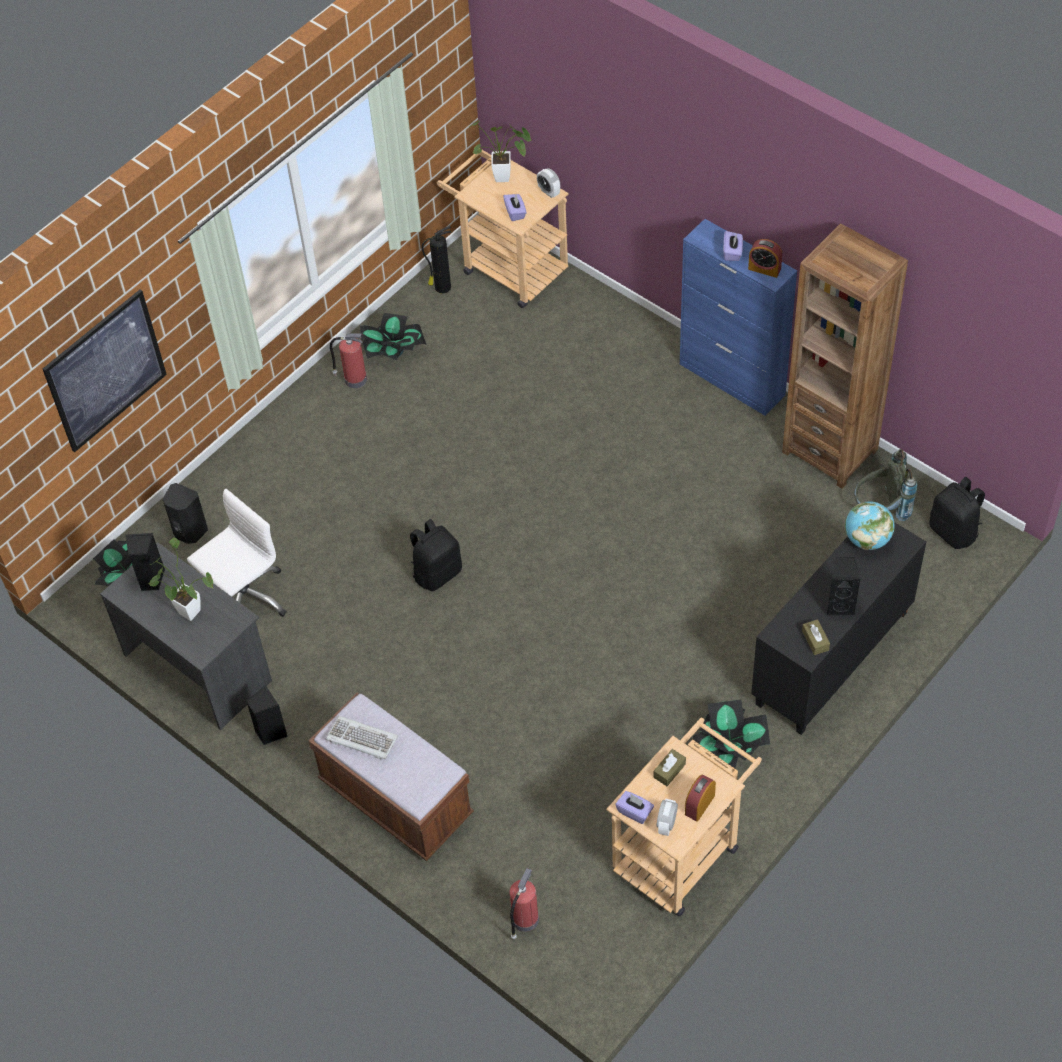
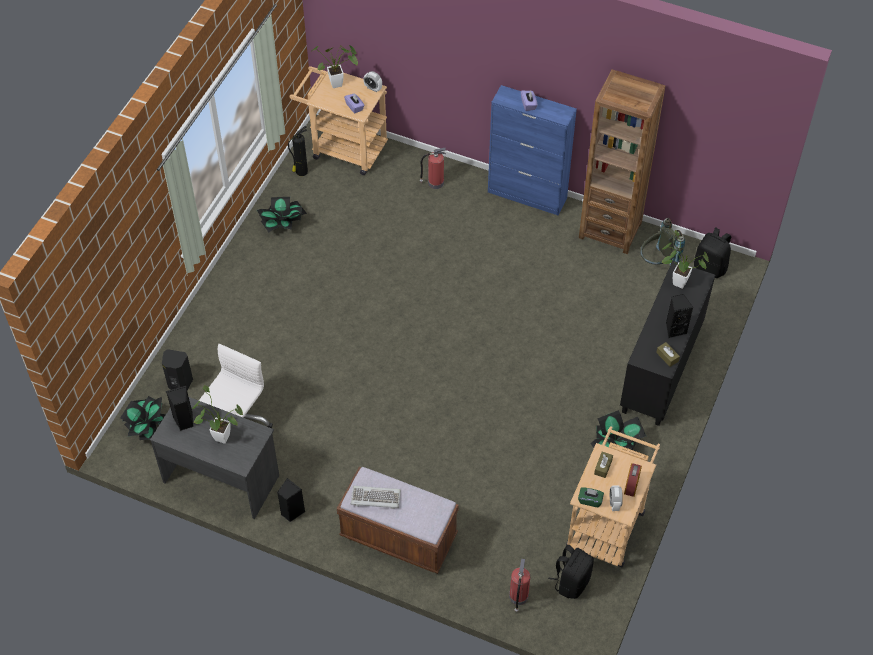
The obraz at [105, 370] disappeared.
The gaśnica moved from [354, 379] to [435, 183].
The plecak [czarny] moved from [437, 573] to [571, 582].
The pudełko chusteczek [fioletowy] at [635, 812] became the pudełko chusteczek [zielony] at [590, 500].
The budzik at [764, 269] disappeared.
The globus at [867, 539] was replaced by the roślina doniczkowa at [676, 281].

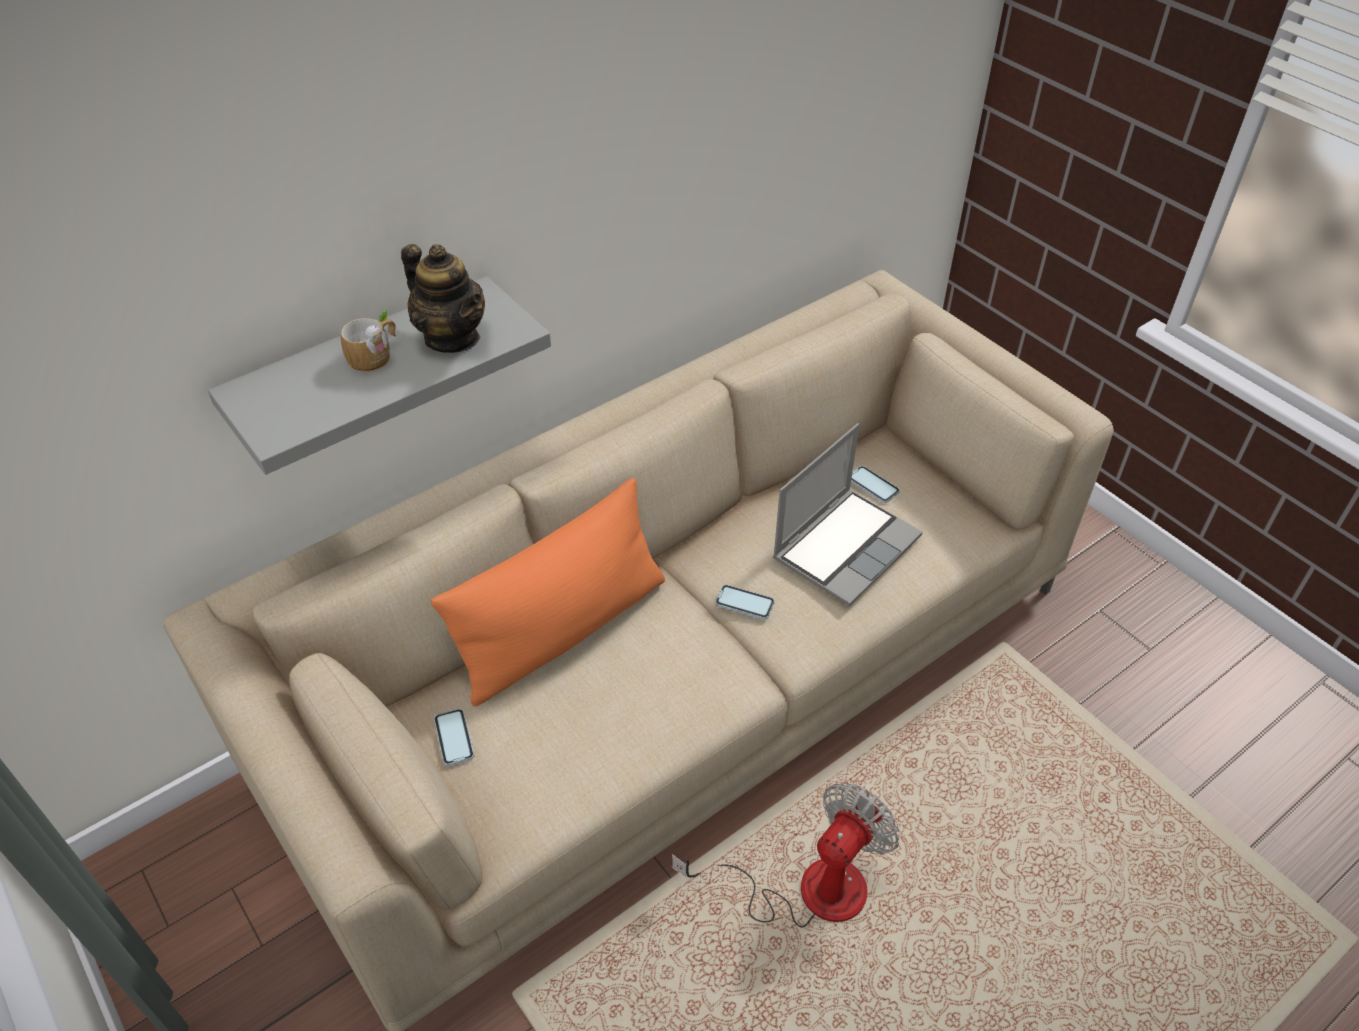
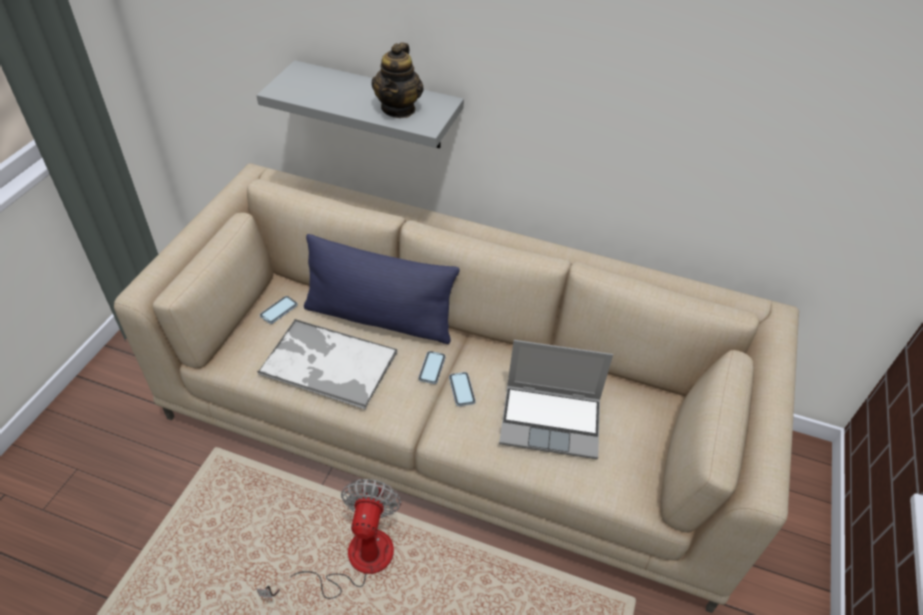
The kubek at [375, 355] disappeared.
The poduszka [pomarańczowy] at [563, 631] became the poduszka [niebieski] at [379, 318].
The wentylator at [807, 890] turned 90 degrees counterclockwise.
The telefon moved from [873, 486] to [432, 368].
The taca at [327, 363] appeared.

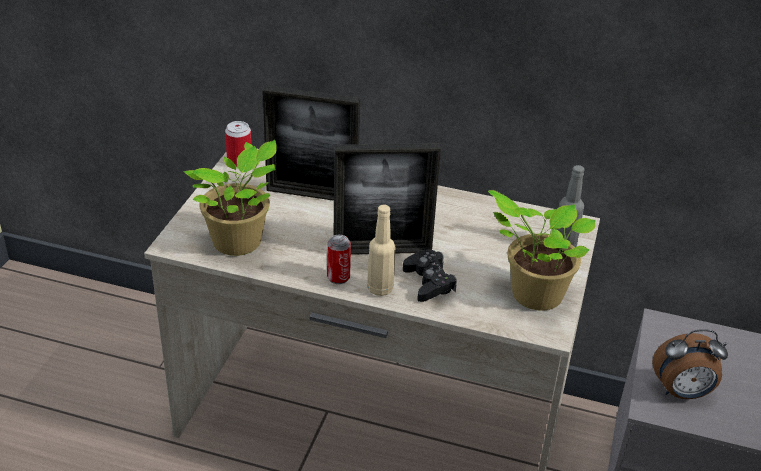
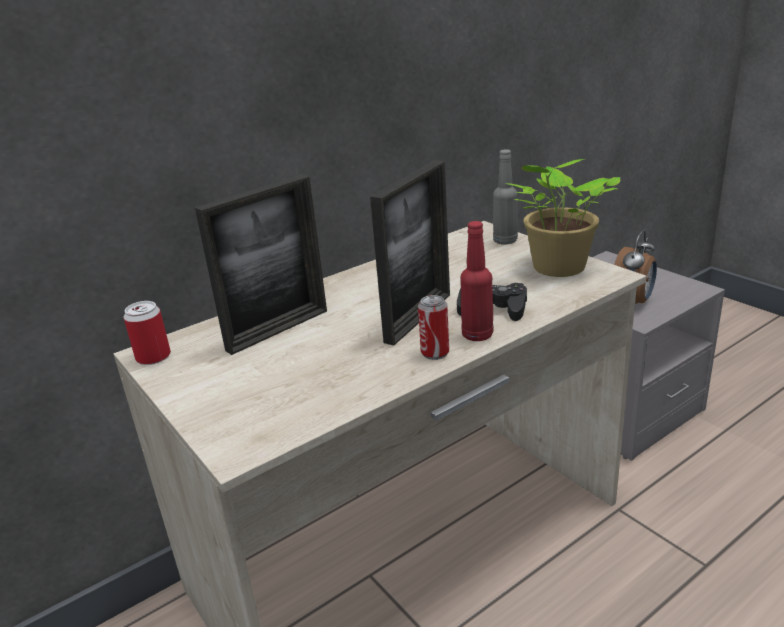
The roślina doniczkowa at [240, 243] disappeared.
The butelka [beżowy] at [380, 289] became the butelka [czerwony] at [477, 335].

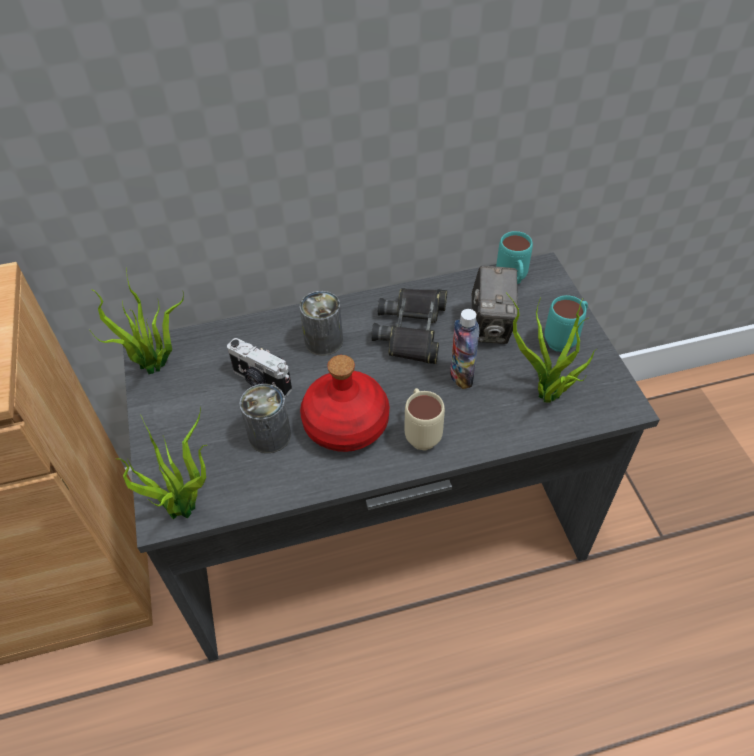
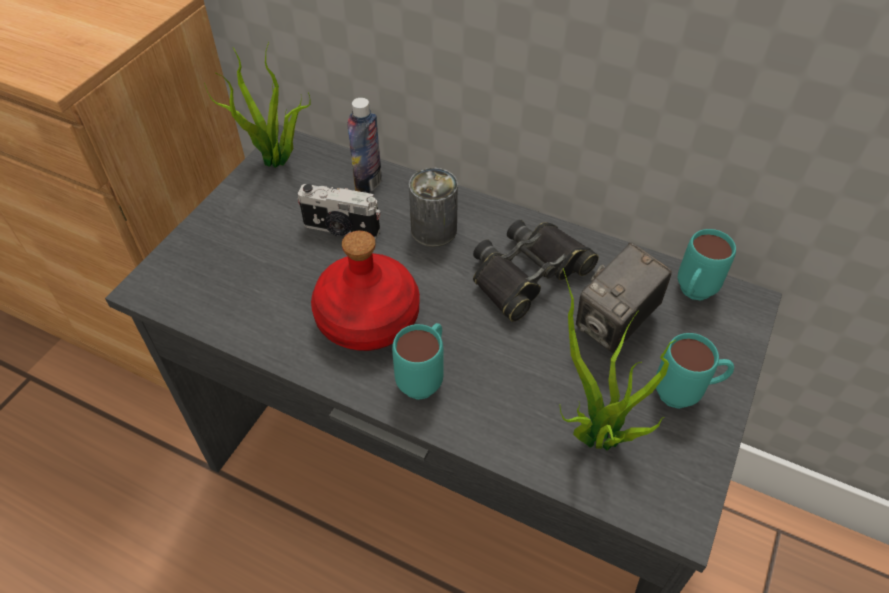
The roślina doniczkowa at [186, 507] disappeared.
The aparat fotograficzny at [261, 381] turned 60 degrees counterclockwise.
The puszka at [270, 435] disappeared.
The kubek [beżowy] at [421, 433] became the kubek [turkusowy] at [424, 378].
The butelka moved from [461, 376] to [368, 182].

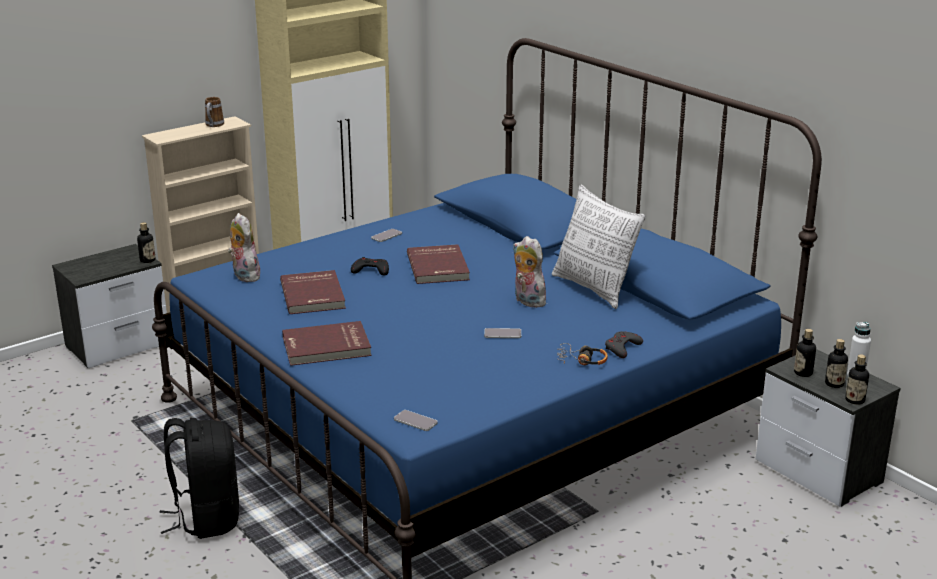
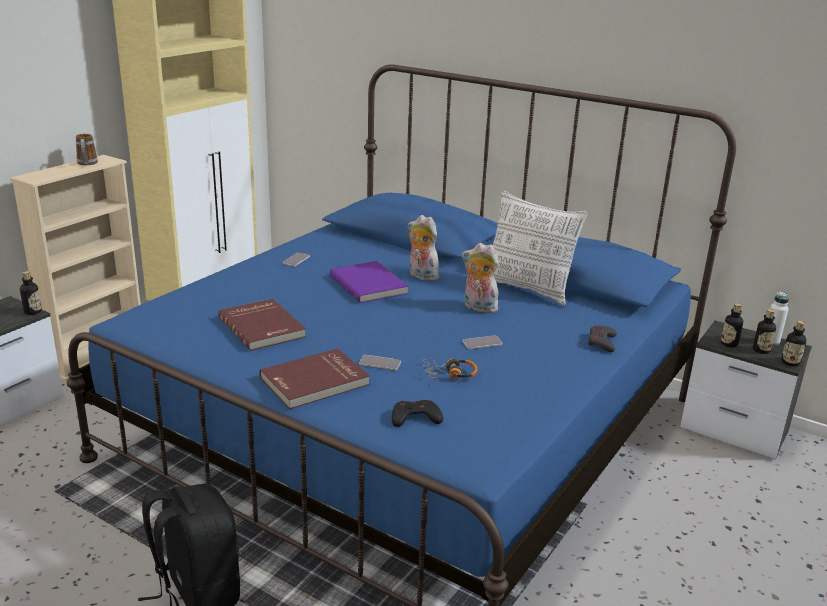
The pluszak moved from [244, 276] to [421, 276].
The pad do gier [czarny] moved from [371, 270] to [415, 418].
The telefon moved from [415, 421] to [380, 363].
The książka [czerwony] at [439, 267] became the książka [fioletowy] at [369, 284].
The słuchawki moved from [581, 360] to [450, 375].

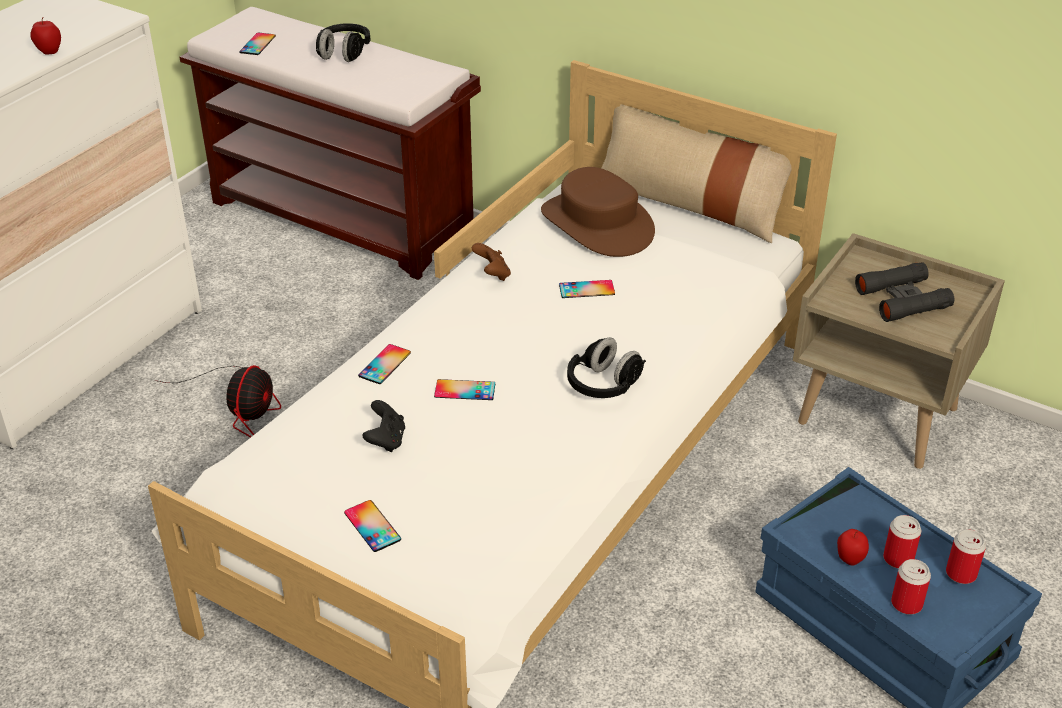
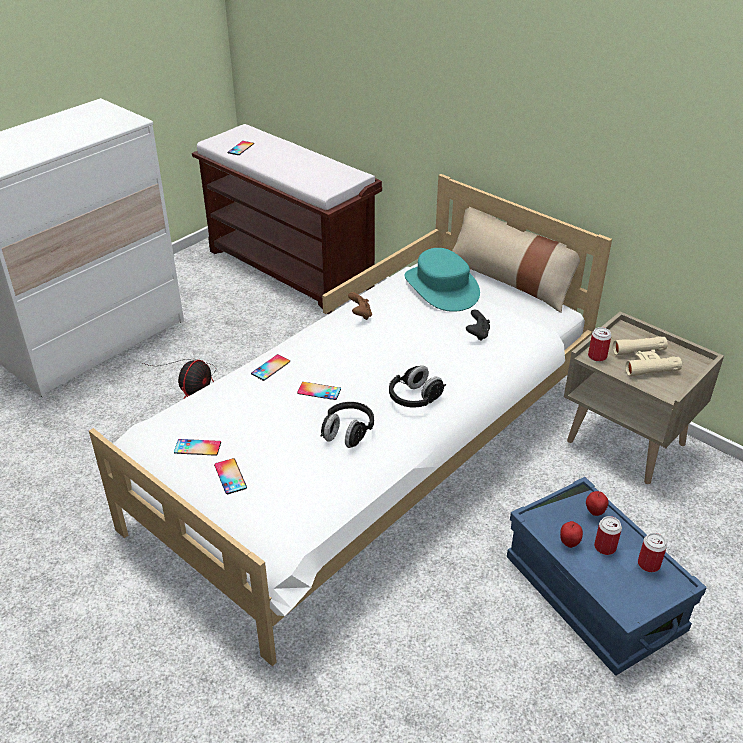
The jabłko moved from [49, 52] to [594, 512].
The słuchawki [czarny] moved from [343, 53] to [347, 433].
The pad do gier [czarny] moved from [386, 440] to [477, 334].
The kapelusz [brązowy] at [597, 224] became the kapelusz [turkusowy] at [442, 287].
The telefon moved from [586, 289] to [197, 447].
The lornetka [czarny] at [902, 299] became the lornetka [beżowy] at [645, 361].
The puszka moved from [906, 604] to [597, 356].

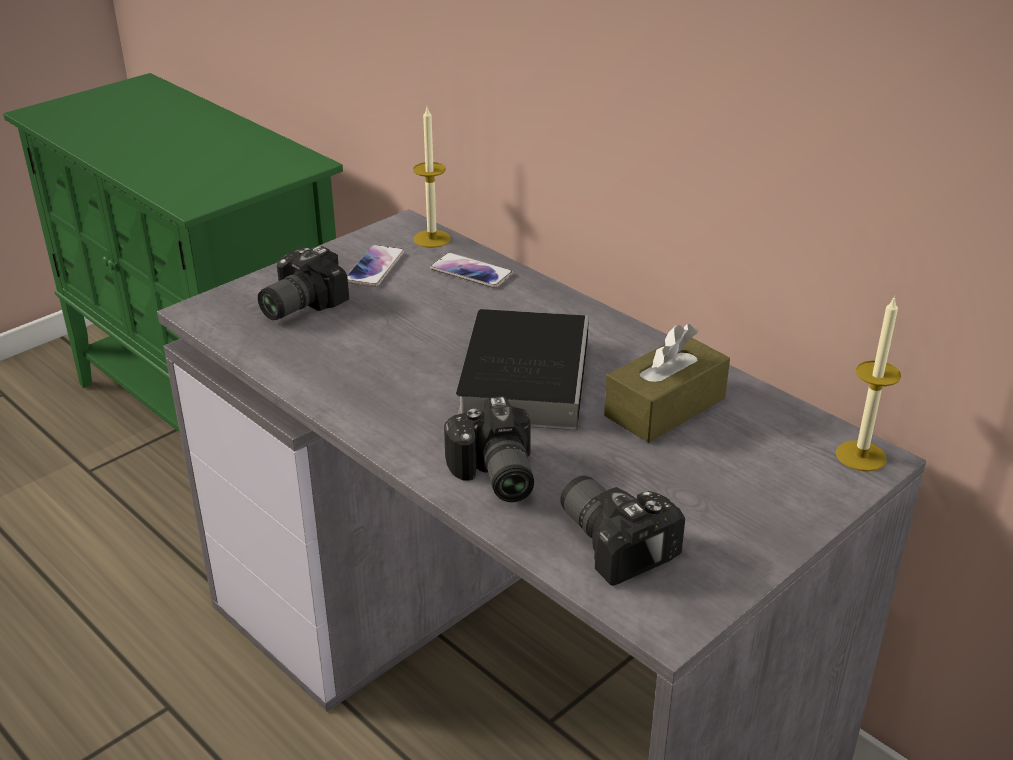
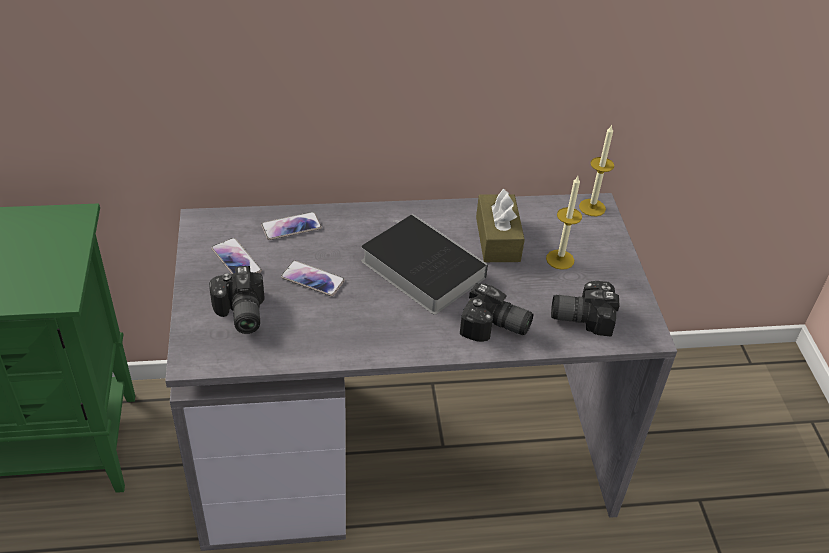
The świeca moved from [432, 239] to [560, 259].
The telefon at [312, 279] appeared.

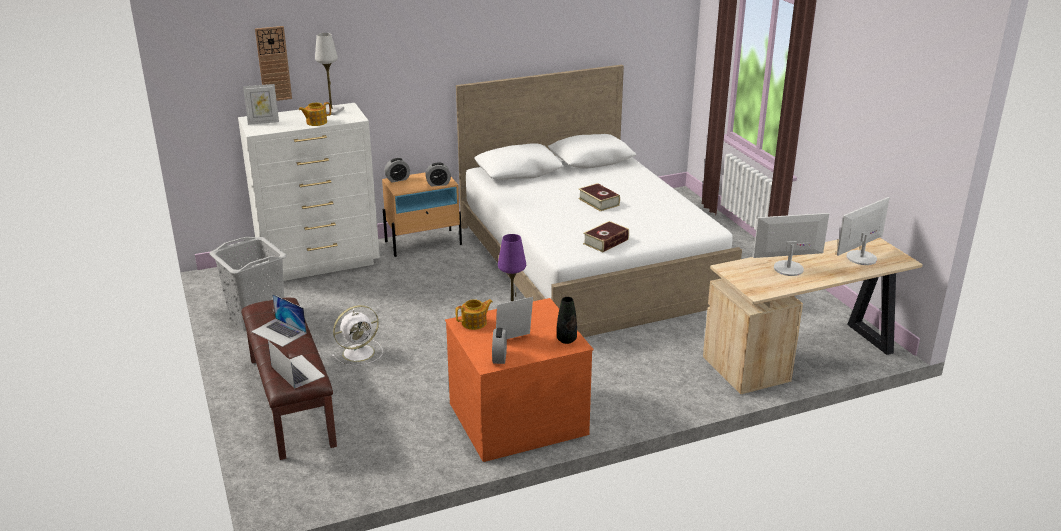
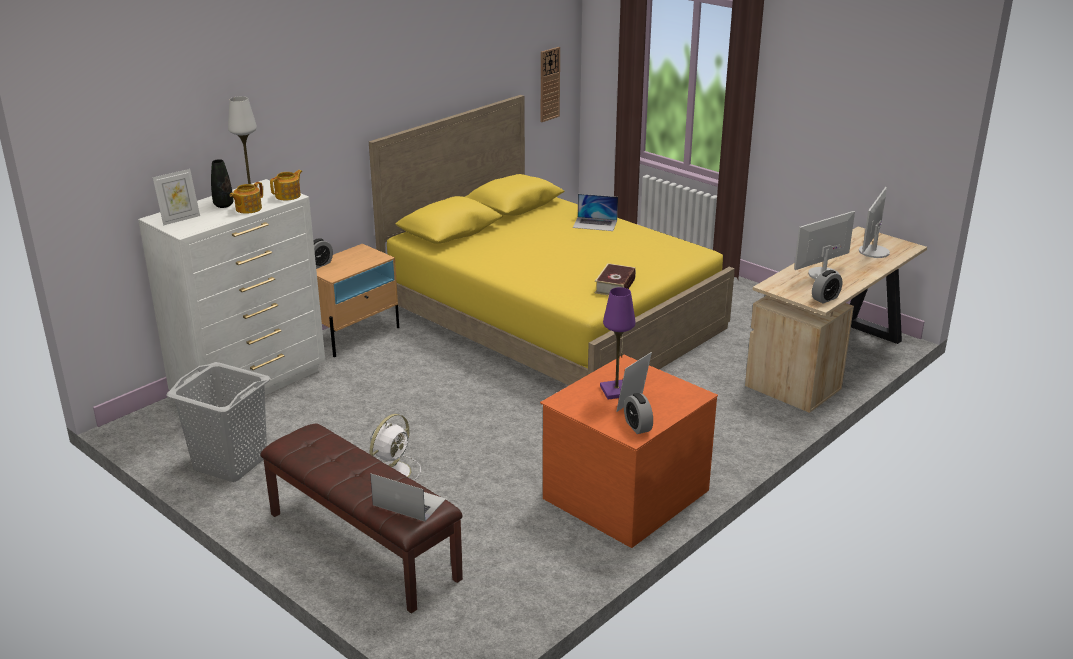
The laptop moved from [279, 332] to [595, 224].
The zegar ścienny moved from [273, 64] to [549, 84].
The budzik moved from [438, 184] to [825, 298].
The imbryk moved from [475, 323] to [288, 195].
The łóżko [biały] at [589, 262] became the łóżko [żółty] at [552, 317].
The wazon [czarny] moved from [566, 340] to [223, 205].
The książka at [598, 202] disappeared.

